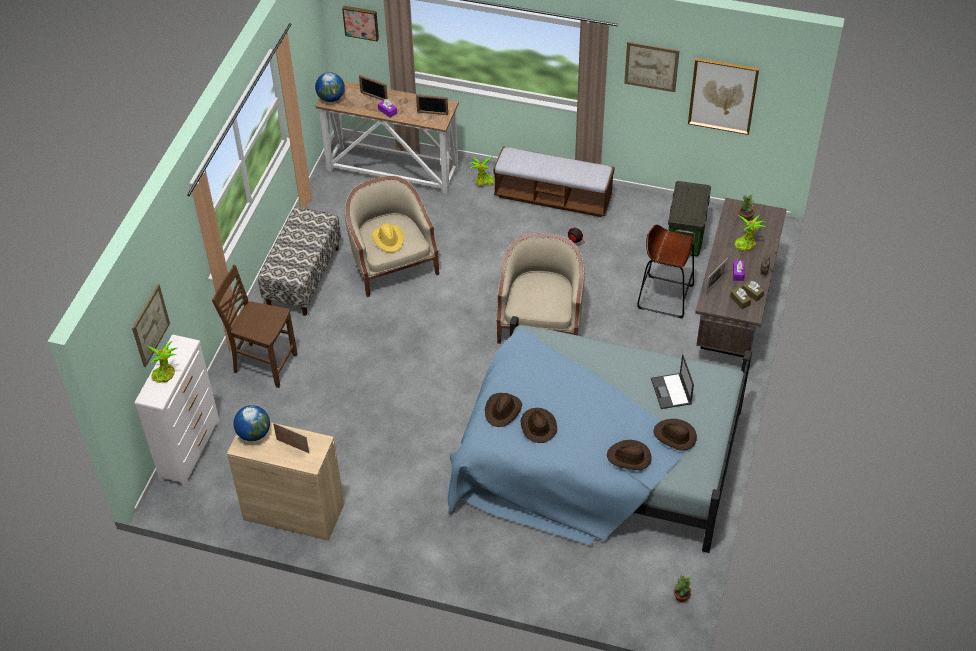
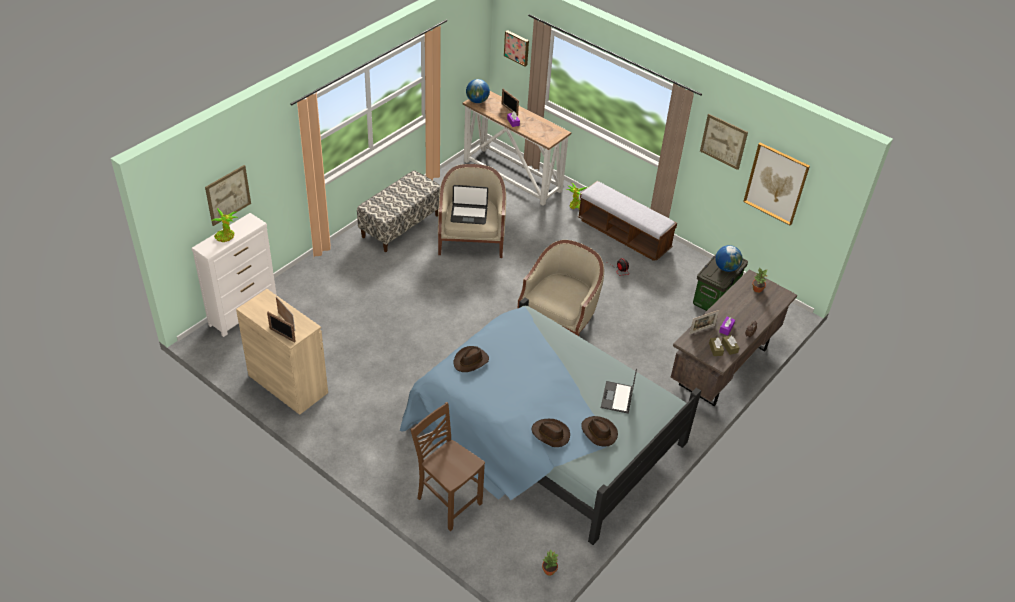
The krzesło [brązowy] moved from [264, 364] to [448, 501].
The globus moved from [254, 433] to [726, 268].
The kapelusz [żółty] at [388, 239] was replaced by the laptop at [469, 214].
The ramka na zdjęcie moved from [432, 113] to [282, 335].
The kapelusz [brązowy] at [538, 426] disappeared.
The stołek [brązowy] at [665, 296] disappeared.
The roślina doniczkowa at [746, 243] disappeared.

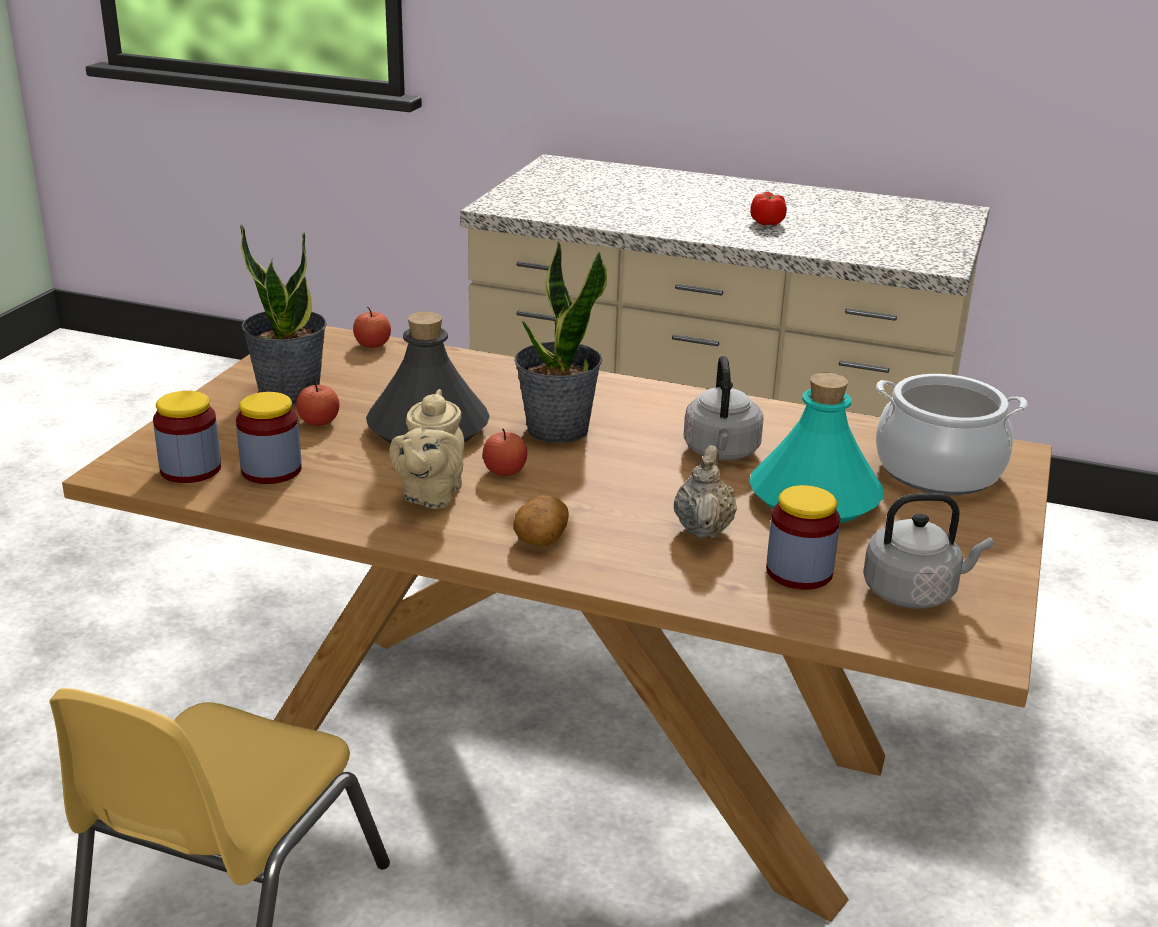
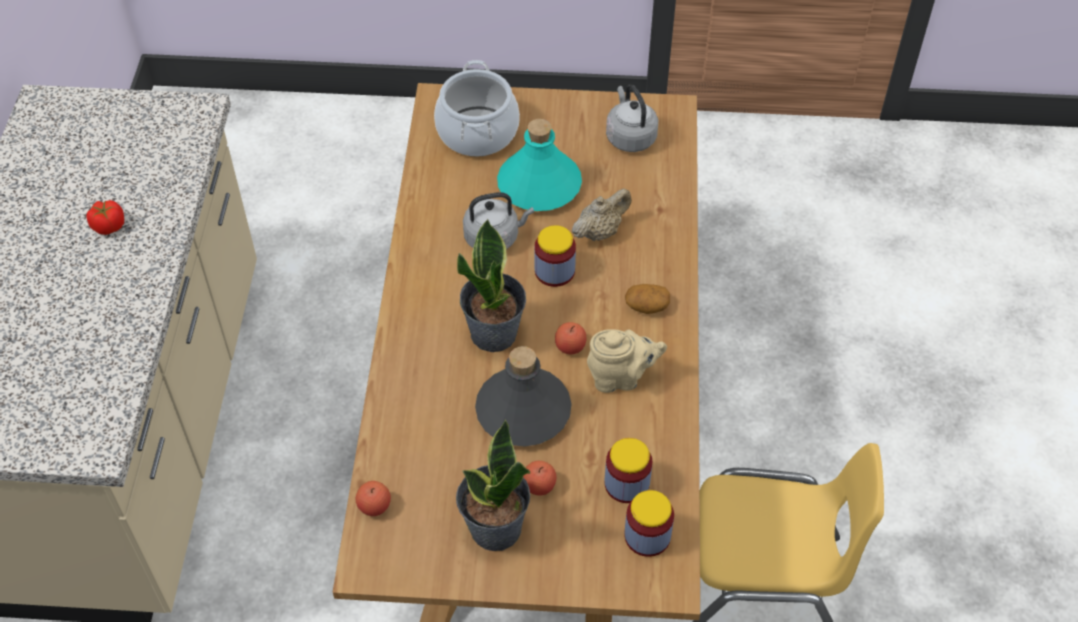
The imbryk [beżowy] at [703, 528] turned 150 degrees clockwise.
The słoik moved from [799, 572] to [554, 271].

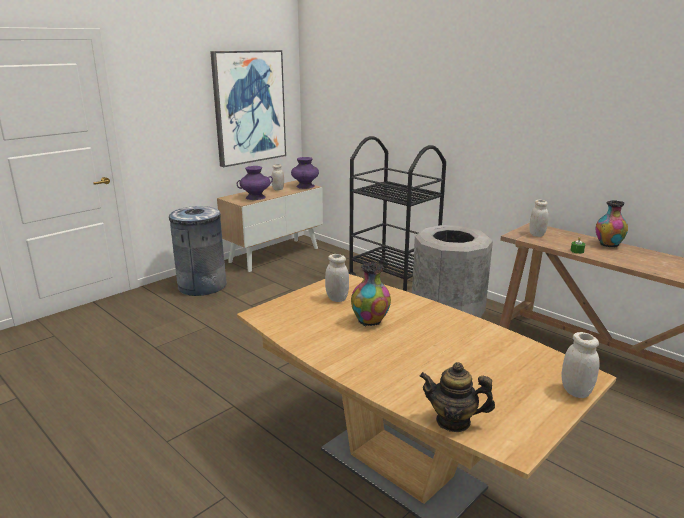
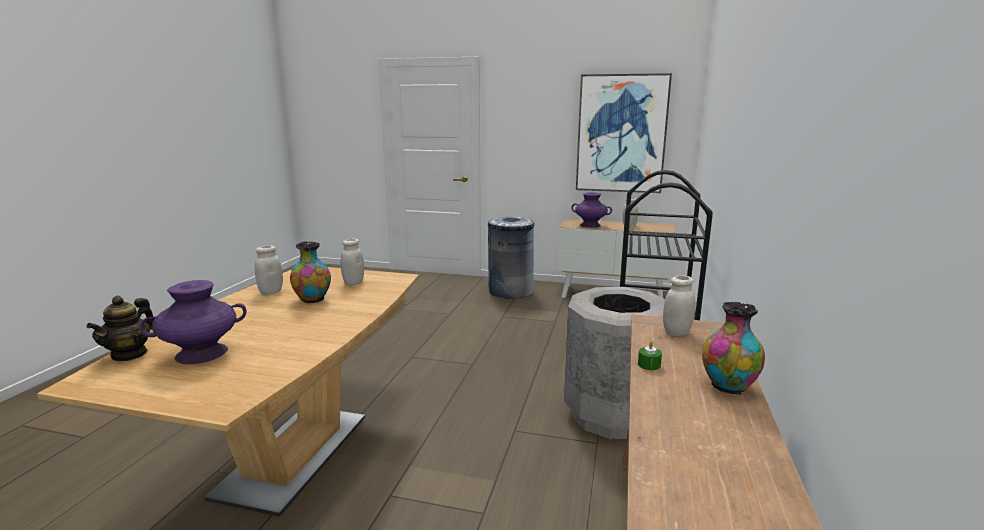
The wazon [fioletowy] moved from [305, 186] to [201, 354].
The imbryk at [453, 421] turned 150 degrees counterclockwise.
The słoik [biały] moved from [575, 391] to [271, 292].

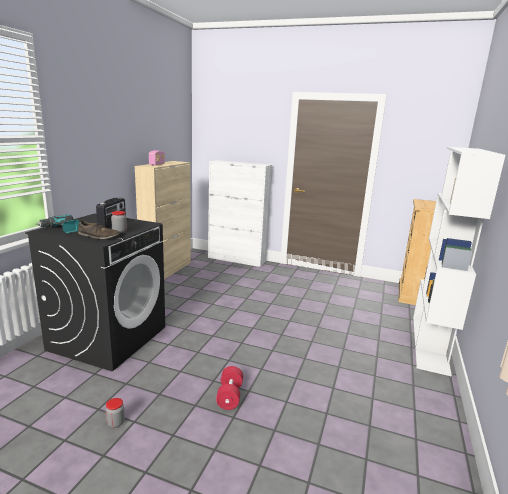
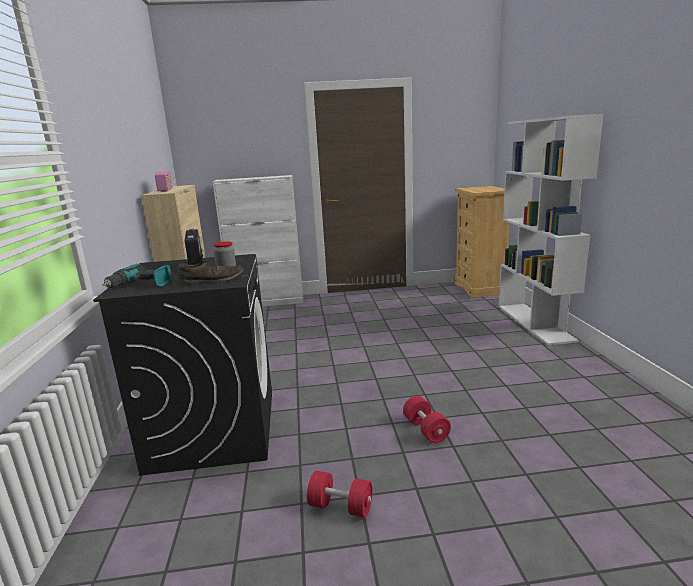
The słoik at [116, 423] was replaced by the hantel [czerwony] at [341, 506].

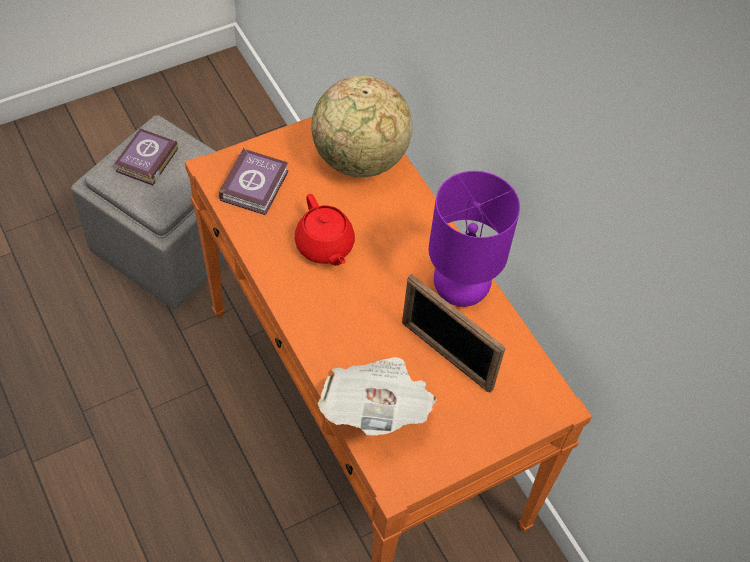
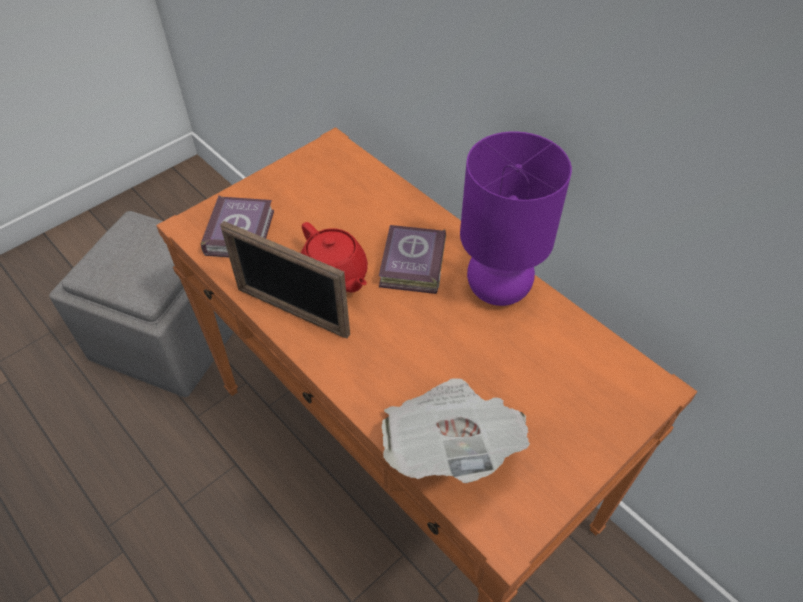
The książka moved from [145, 161] to [411, 265].
The globus at [360, 159] disappeared.
The ramka na zdjęcie moved from [446, 356] to [292, 311].

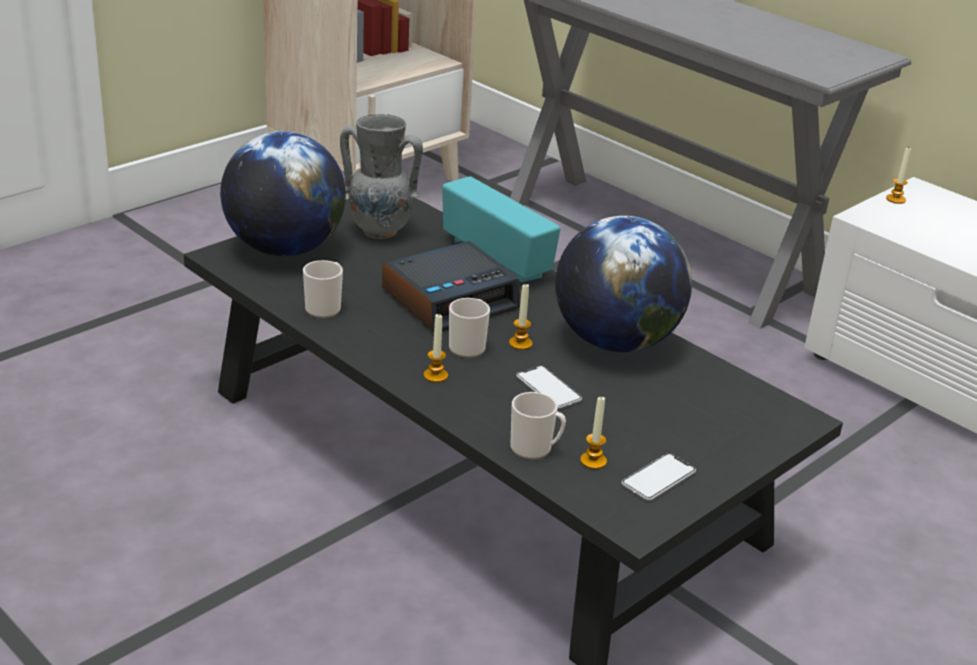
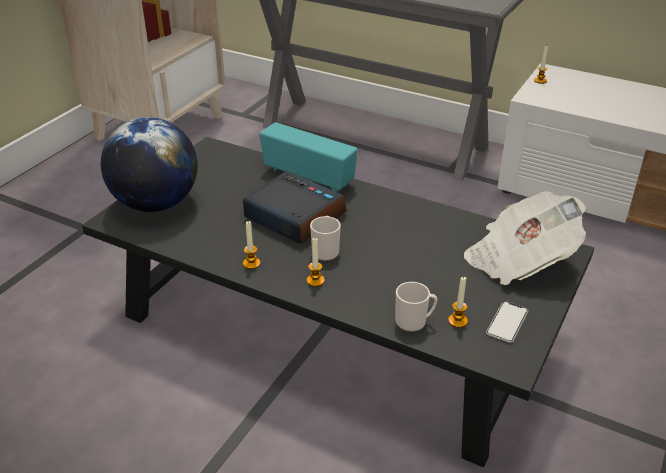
The kubek at [325, 307] disappeared.
The wazon [szary] at [379, 231] disappeared.
The budzik at [450, 298] turned 90 degrees counterclockwise.
The świeca moved from [520, 343] to [251, 263].
The telefon at [548, 388] disappeared.
The globus at [615, 342] disappeared.
The gazeta at [519, 260] appeared.

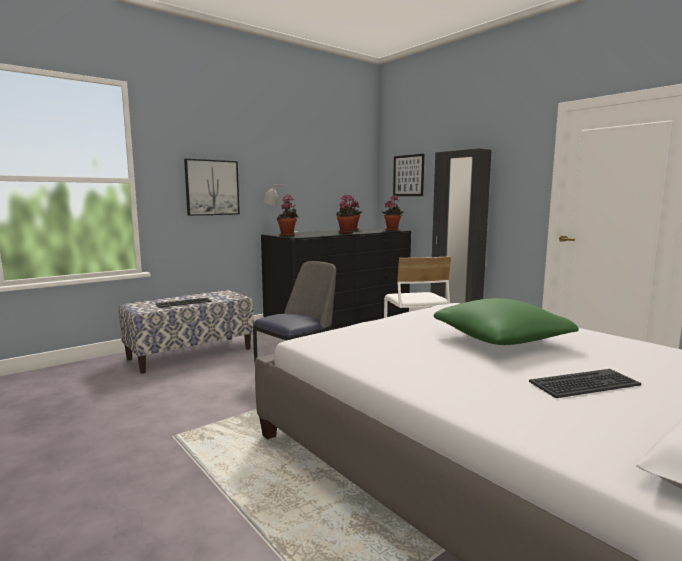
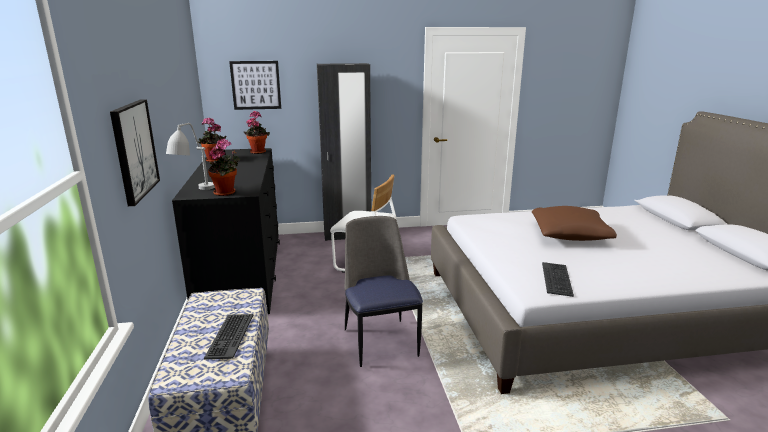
The roślina doniczkowa at [345, 232] disappeared.
The poduszka [zielony] at [500, 339] became the poduszka [brązowy] at [569, 235].
The klawiatura moved from [585, 384] to [557, 279].

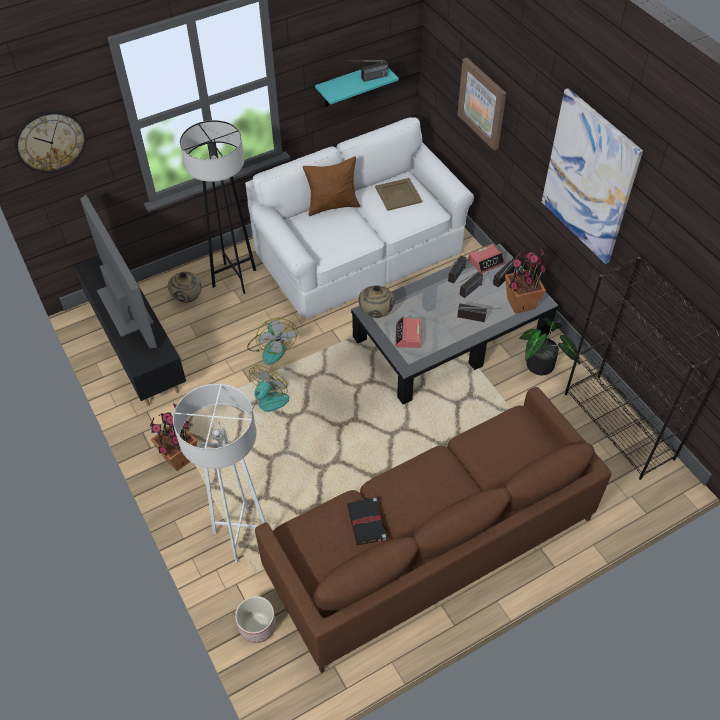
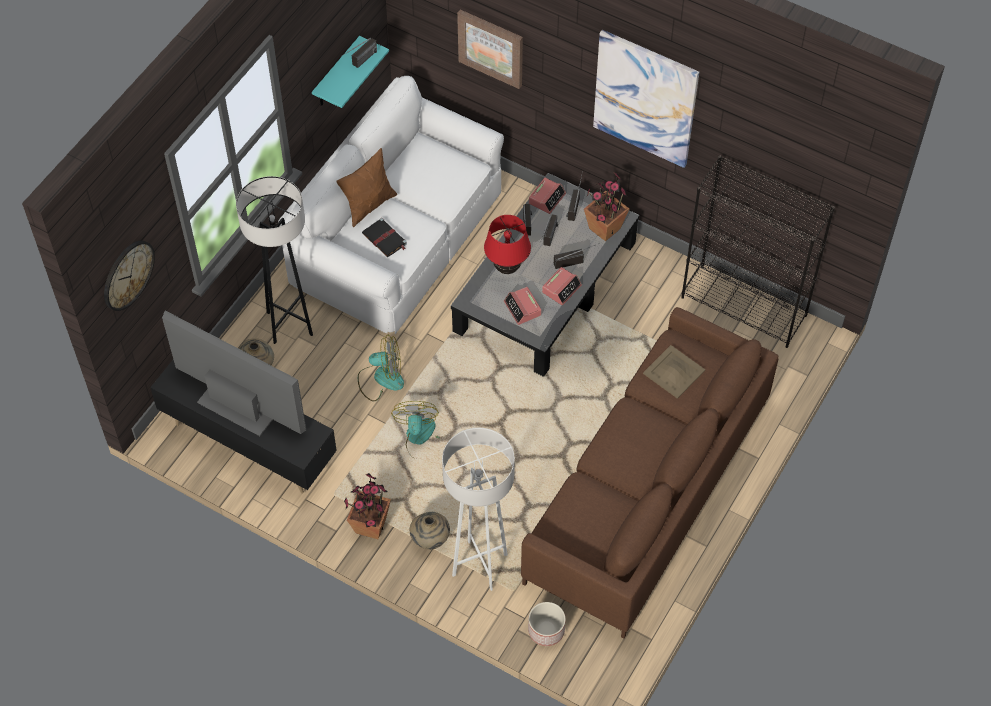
The wentylator at [272, 347] turned 45 degrees counterclockwise.
The książka [czarny] moved from [366, 523] to [385, 239].
The wazon [beżowy] moved from [376, 314] to [430, 540].
The taca [beżowy] moved from [398, 195] to [674, 372].
The roślina doniczkowa at [542, 367] disappeared.
The lampa stołowa [czerwony] at [507, 268] appeared.
The budzik at [561, 288] appeared.

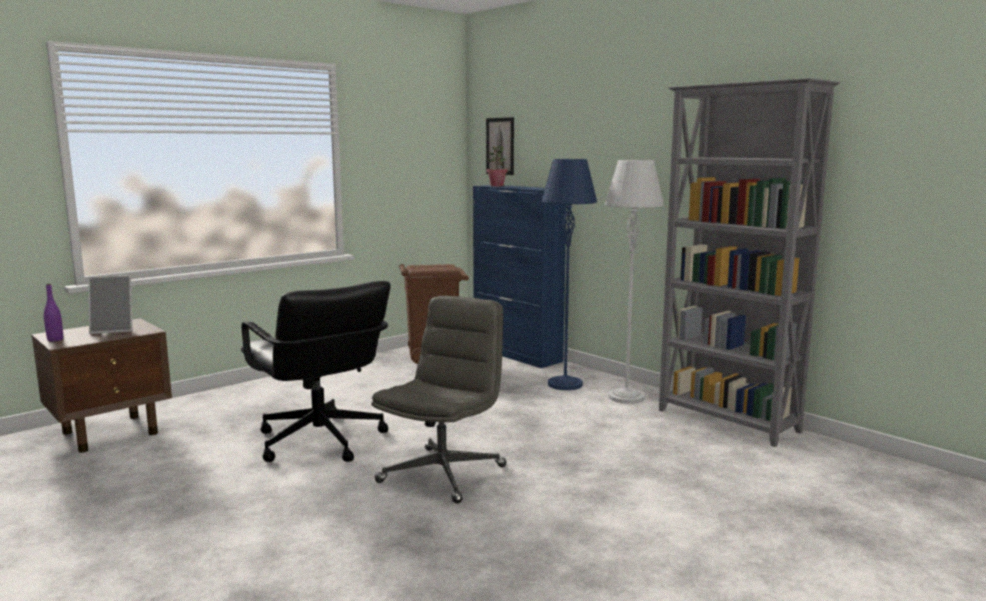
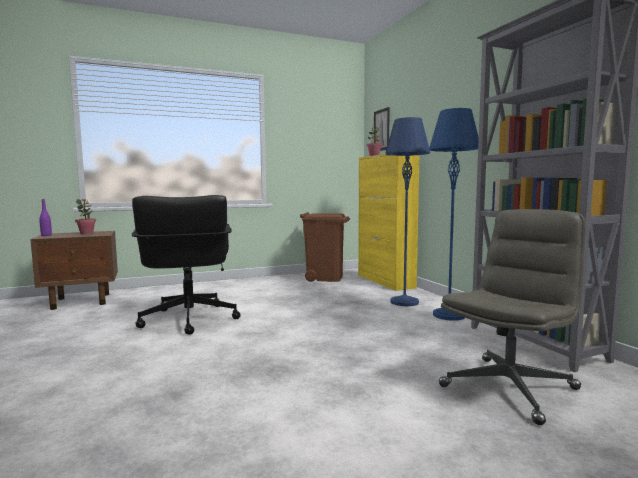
The ramka na zdjęcie at [114, 330] was replaced by the roślina doniczkowa at [86, 233].
The krzesło biurowe [szary] moved from [443, 473] to [509, 387].
The szafka [niebieski] at [517, 354] became the szafka [żółty] at [385, 281].
The lampa stojąca [szary] at [626, 397] became the lampa stojąca [niebieski] at [449, 315].

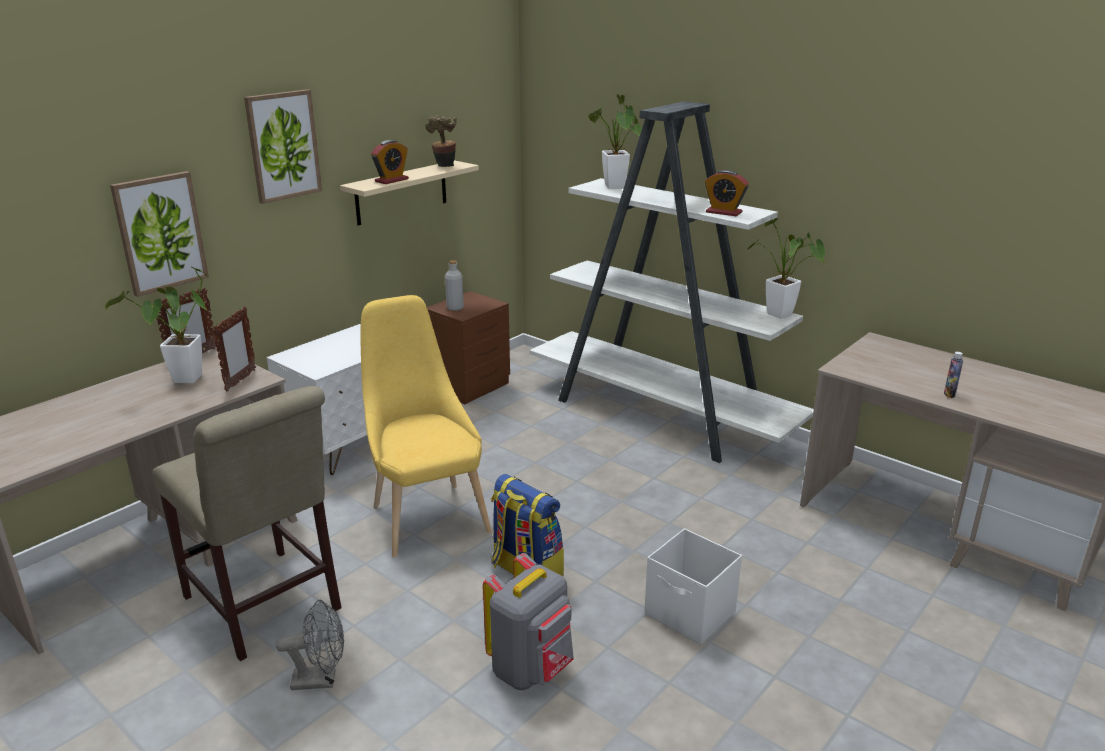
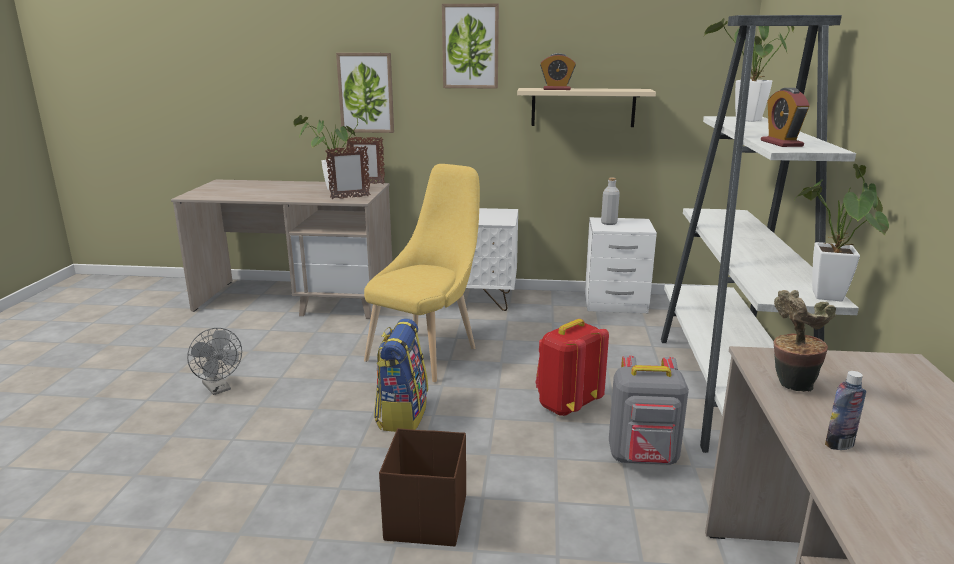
The krzesło [beżowy] at [265, 607] disappeared.
The roślina doniczkowa moved from [444, 167] to [790, 386].
The szafka nocna [brązowy] at [471, 386] became the szafka nocna [biały] at [617, 303].
The plecak [szary] moved from [531, 669] to [643, 458].
The pojemnik do przechowywania [biały] at [690, 614] became the pojemnik do przechowywania [brązowy] at [425, 519].
The plecak [czerwony] at [566, 405] appeared.

